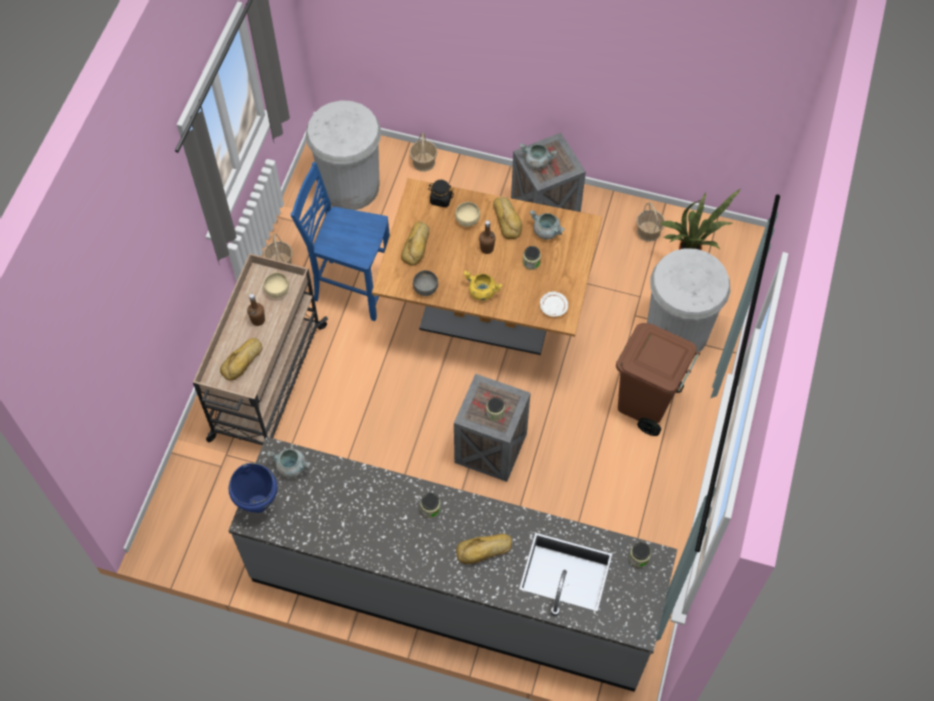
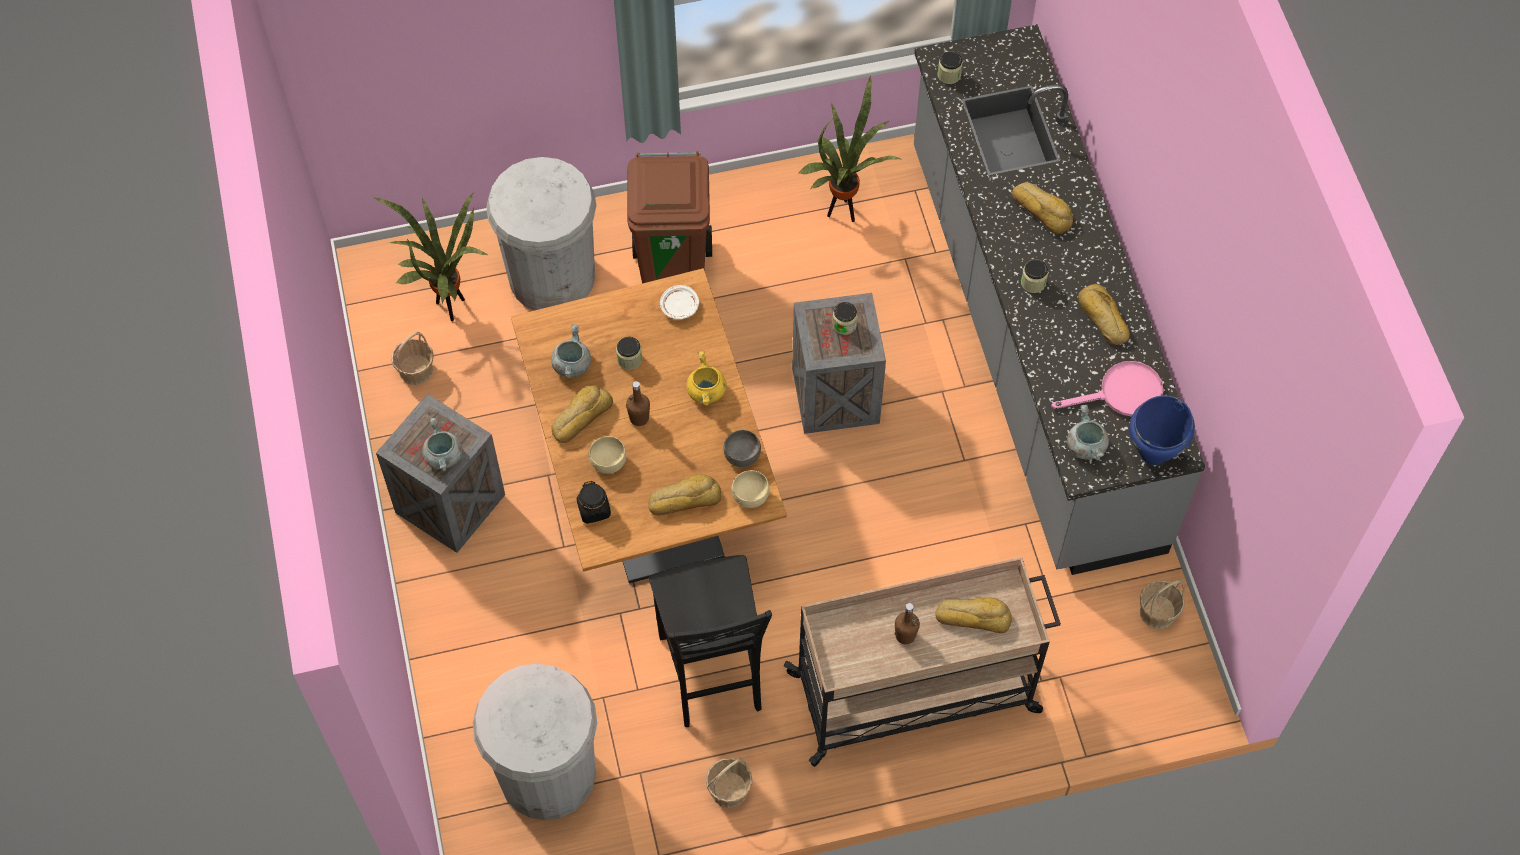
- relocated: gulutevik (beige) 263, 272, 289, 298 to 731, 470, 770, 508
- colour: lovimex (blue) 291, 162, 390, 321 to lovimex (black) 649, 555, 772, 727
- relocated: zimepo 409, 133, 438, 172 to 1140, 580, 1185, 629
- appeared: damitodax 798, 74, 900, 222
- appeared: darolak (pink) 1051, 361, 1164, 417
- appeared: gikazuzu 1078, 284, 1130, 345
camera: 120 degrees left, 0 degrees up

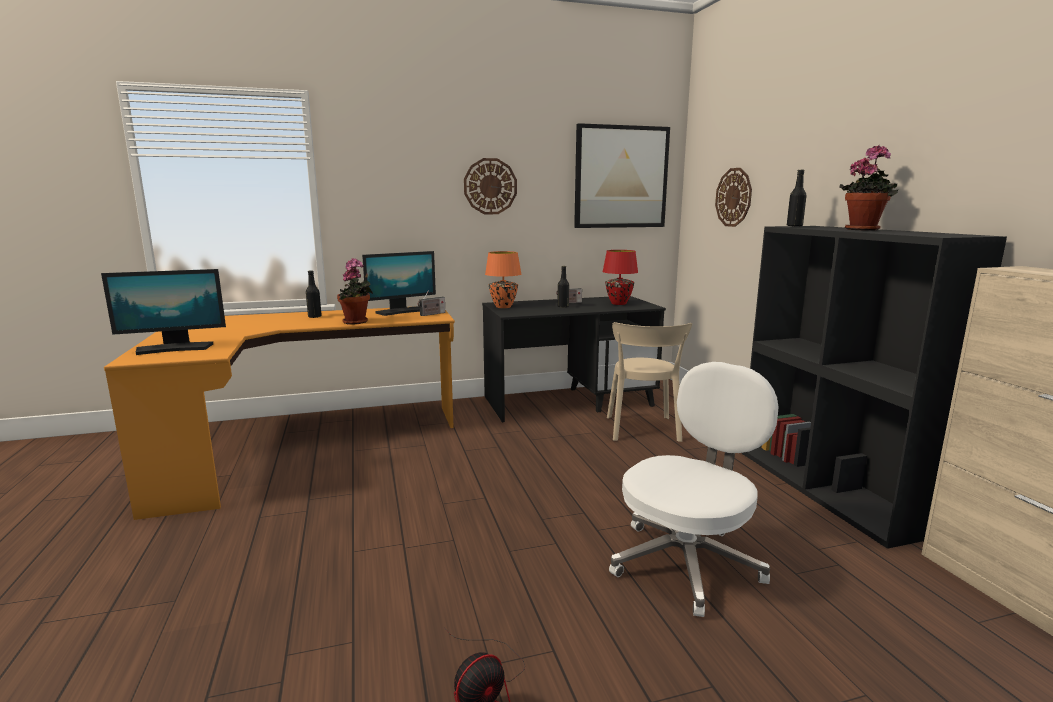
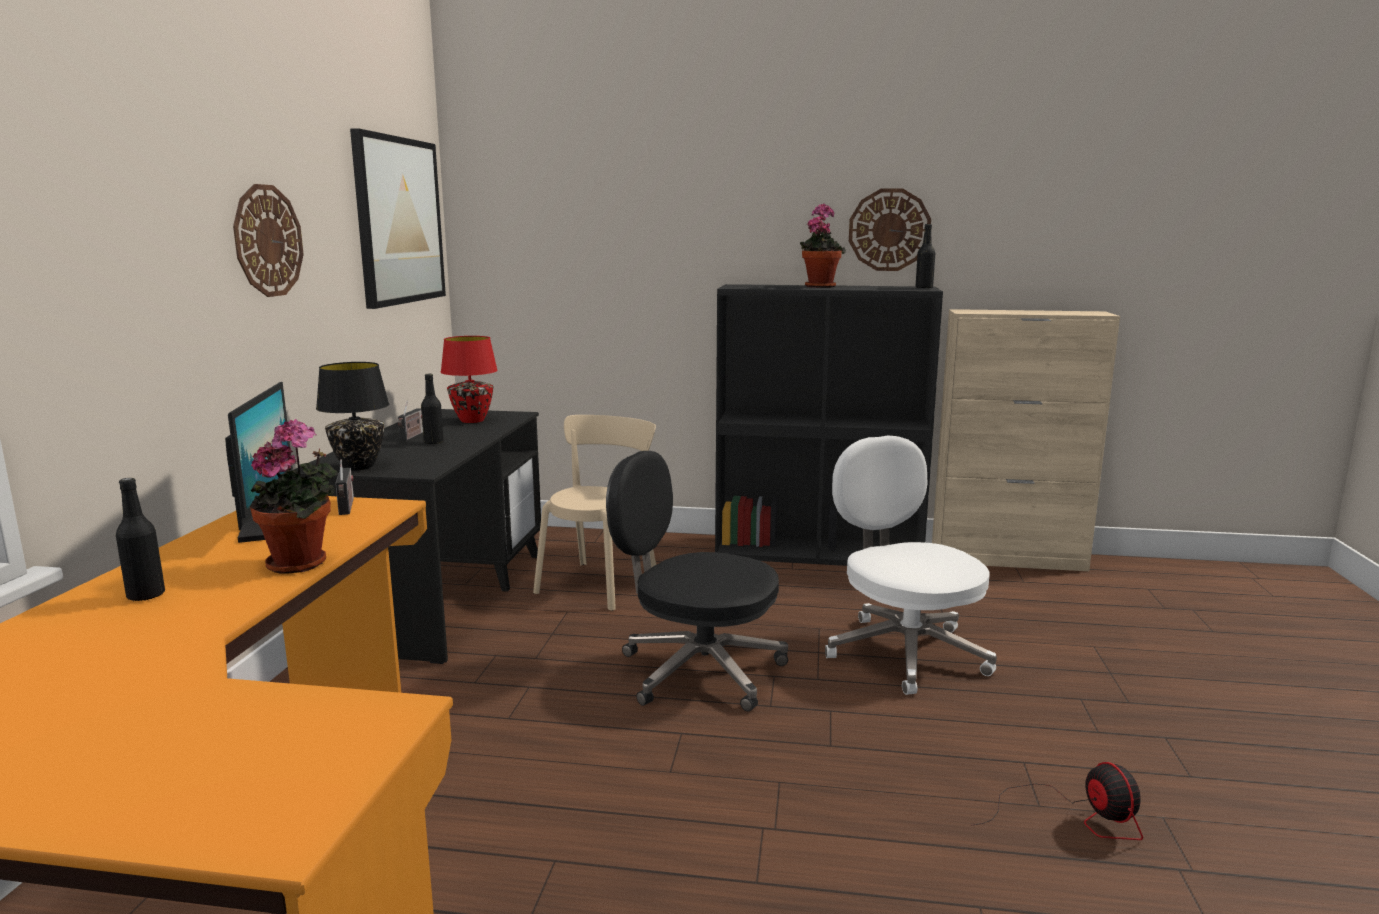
- missing: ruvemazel 101, 269, 226, 355
- colour: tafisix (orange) 485, 251, 521, 308 to tafisix (black) 316, 362, 389, 470
- spun: lovimex (beige) 607, 322, 692, 442 = 533, 415, 656, 611 90 degrees counterclockwise
- relocated: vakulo 715, 168, 752, 227 to 849, 188, 931, 271
- relocated: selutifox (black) 787, 170, 807, 226 to 916, 224, 935, 288
- appeared: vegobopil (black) 606, 451, 788, 712
camera: 65 degrees left, 0 degrees up

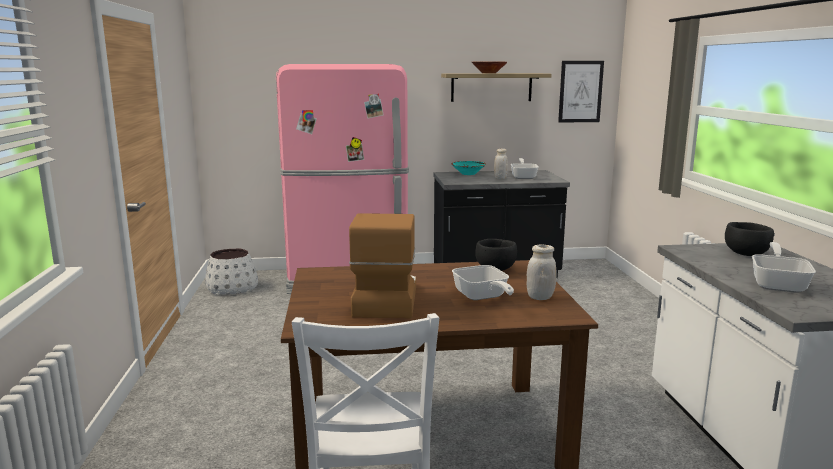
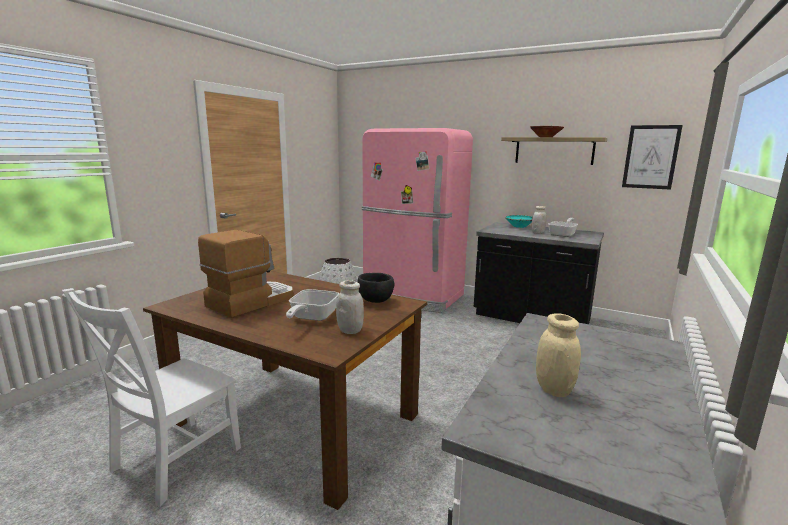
- missing: gulutevik (black) 725, 222, 774, 256
- exchanged: darolak 752, 242, 816, 293 to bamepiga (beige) 536, 313, 581, 397
camera: 35 degrees right, 0 degrees up

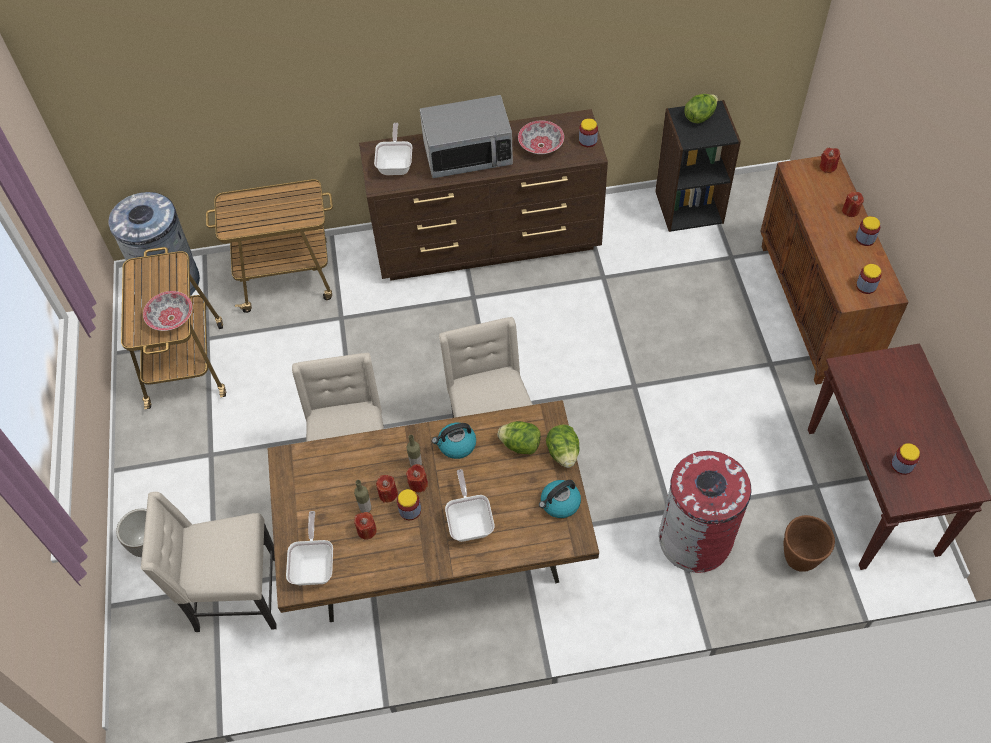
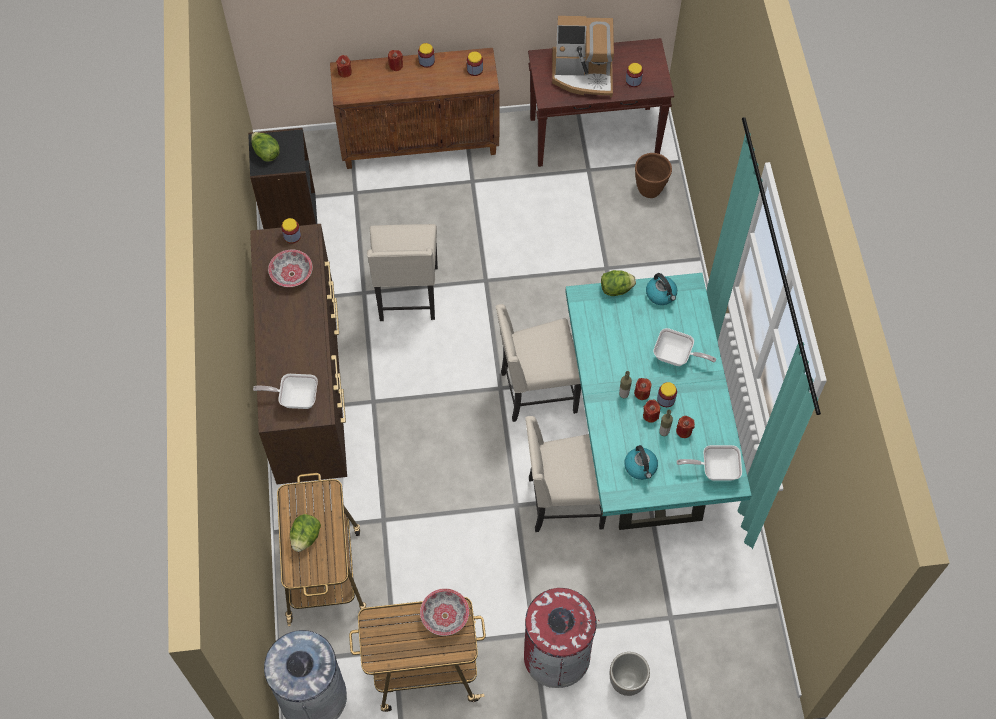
- relocated: lovimex (beige) 141, 492, 277, 632 to 367, 224, 438, 321
- colour: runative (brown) 268, 400, 599, 622 to runative (turquoise) 565, 273, 752, 530
- missing: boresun 420, 95, 513, 178
- relocated: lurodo 432, 423, 476, 459 to 624, 445, 658, 480
- spun: darolak 445, 469, 494, 542 = 653, 328, 716, 366 150 degrees counterclockwise
- relocated: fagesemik 497, 421, 541, 455 to 290, 514, 321, 552
- relocated: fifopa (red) 659, 451, 752, 573 to 524, 588, 599, 688
- appeared: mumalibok 552, 16, 614, 97
camera: 90 degrees left, 5 degrees up

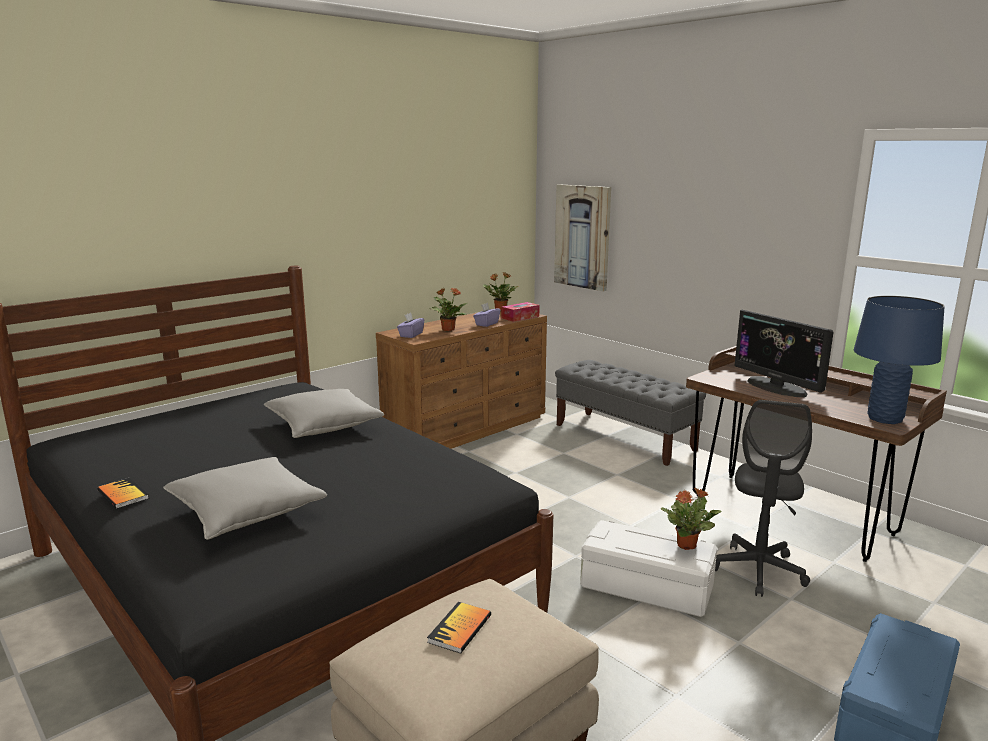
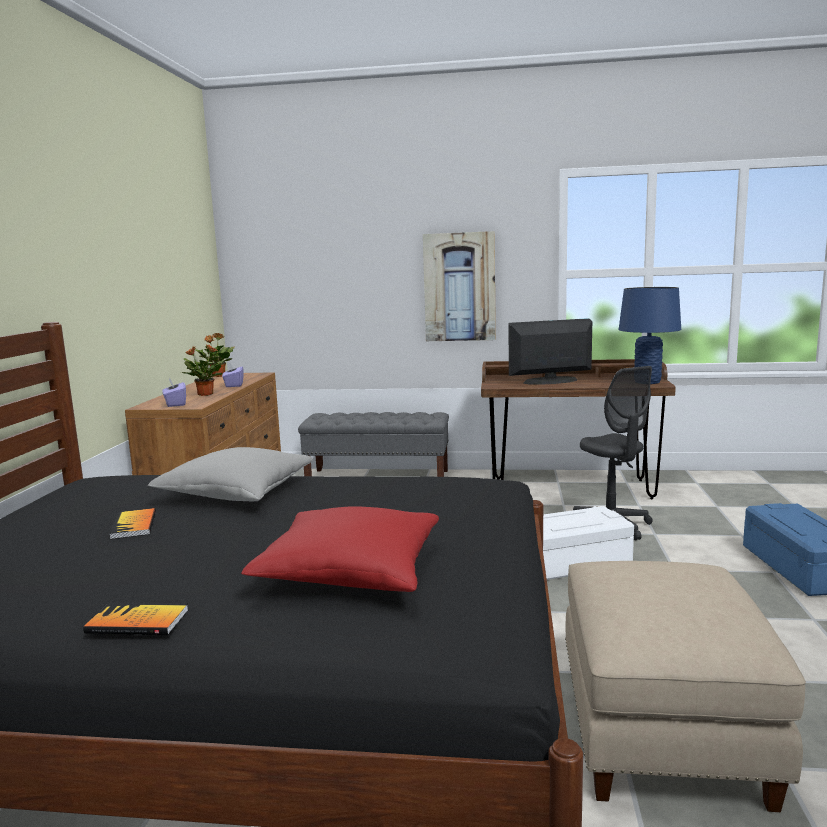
- colour: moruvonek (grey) 163, 457, 327, 540 to moruvonek (red) 241, 506, 439, 592
- relocated: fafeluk 427, 602, 491, 654 to 109, 508, 156, 539
- missing: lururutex 501, 302, 540, 322
- relocated: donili 554, 184, 611, 291 to 423, 231, 496, 341
- missing: damitodax 661, 487, 722, 550
- spun: ruvemazel 734, 310, 834, 397 = 509, 318, 592, 385 150 degrees clockwise
camera: 40 degrees left, 5 degrees down

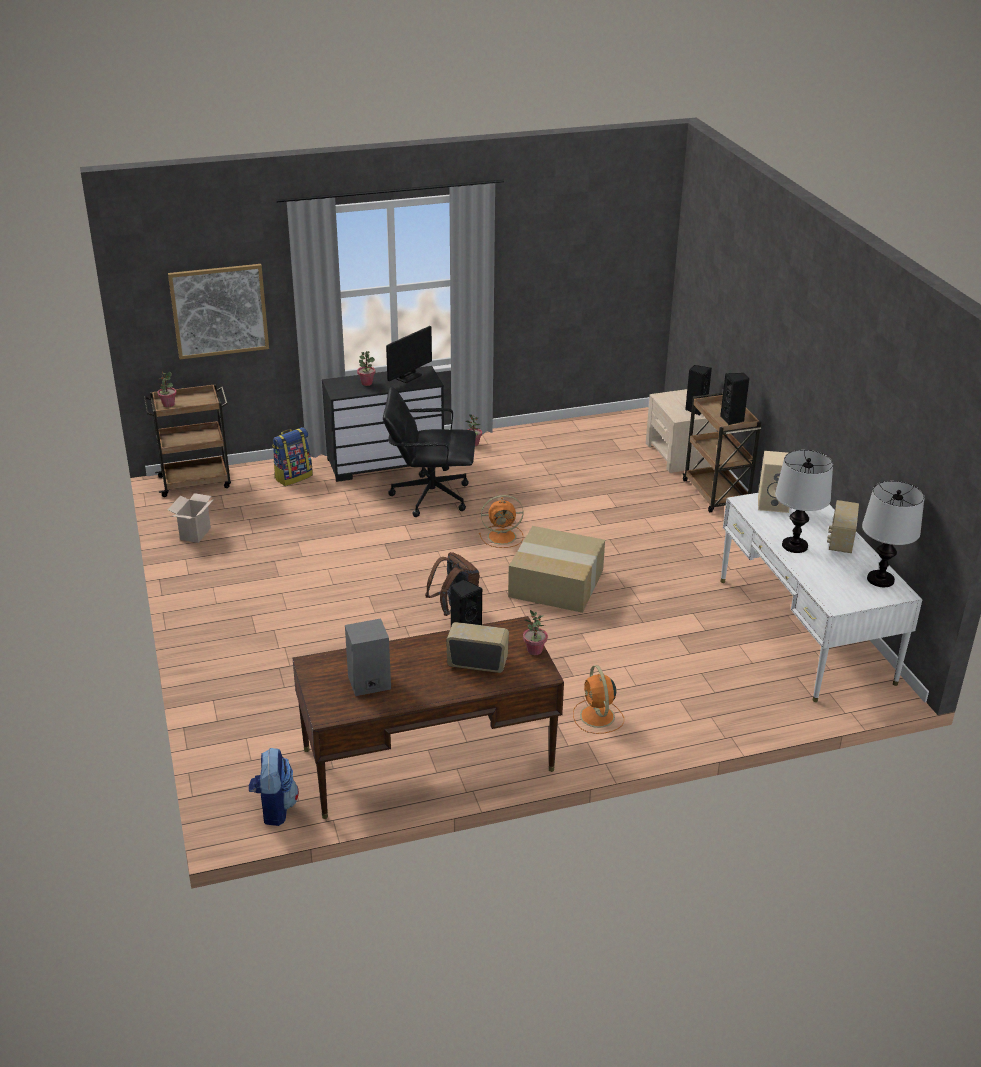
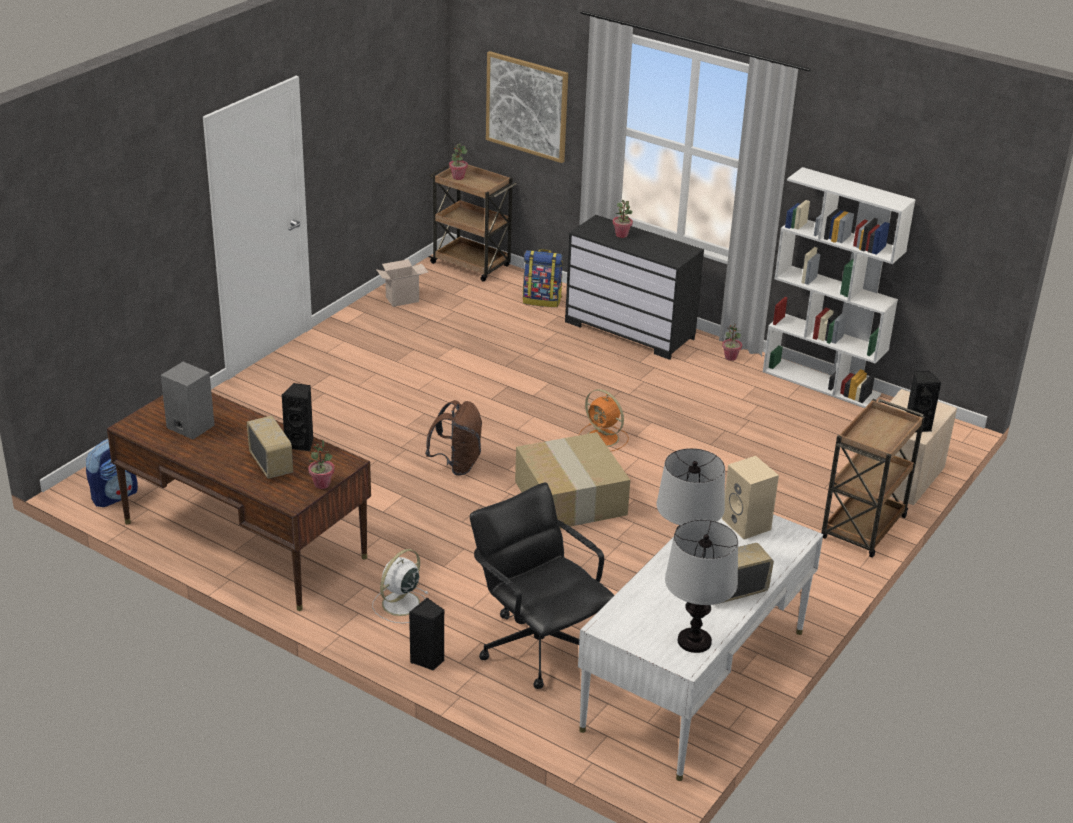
- relocated: vegobopil (black) 383, 387, 476, 517 to 470, 483, 615, 689
- missing: ruvemazel 386, 326, 432, 383
- colour: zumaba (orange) 573, 665, 624, 734 to zumaba (white) 372, 549, 428, 623
- relocated: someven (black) 720, 373, 750, 425 to 409, 597, 444, 671
- appeared: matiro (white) 763, 167, 916, 408
camera: 50 degrees right, 0 degrees up

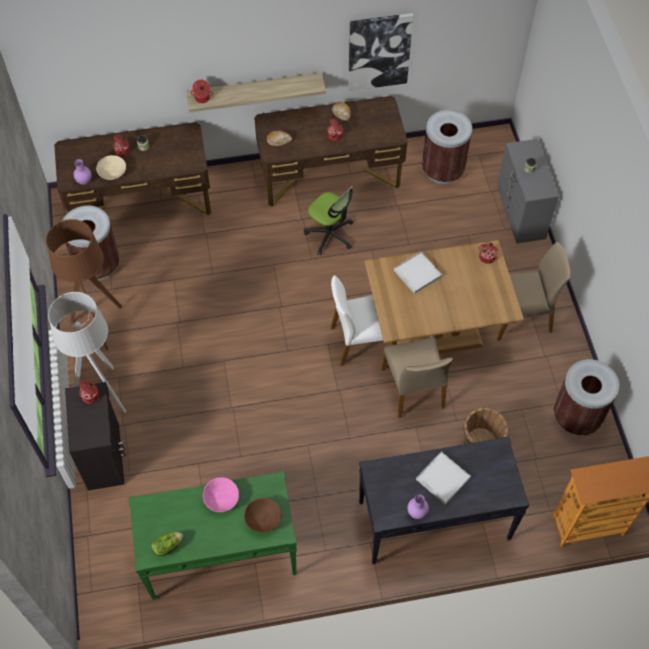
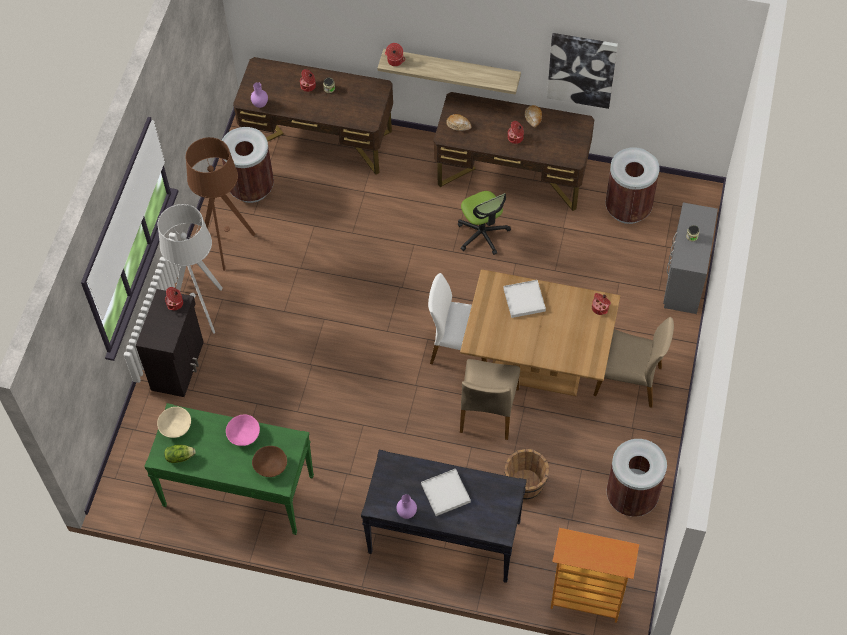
- relocated: gulutevik (beige) 96, 155, 126, 180 to 157, 407, 191, 438
camera: 25 degrees right, 0 degrees up

